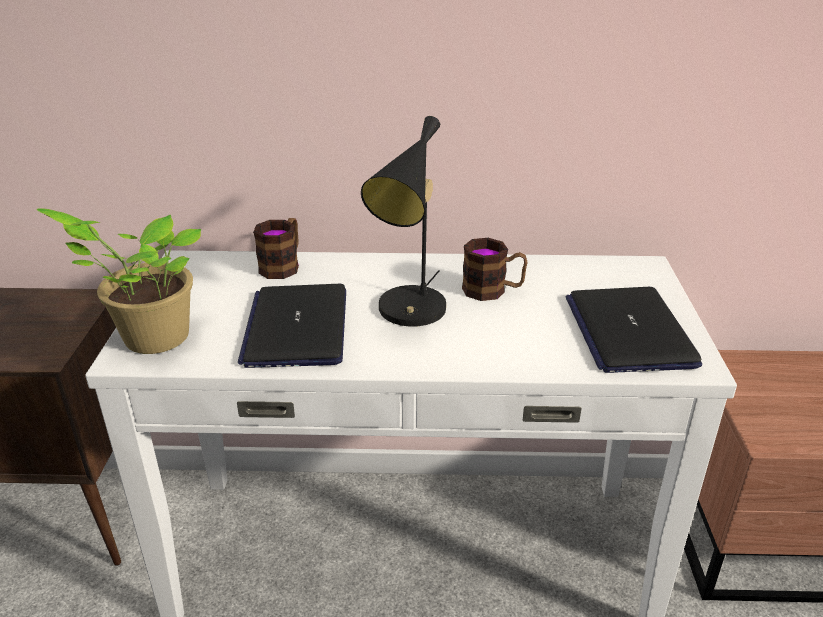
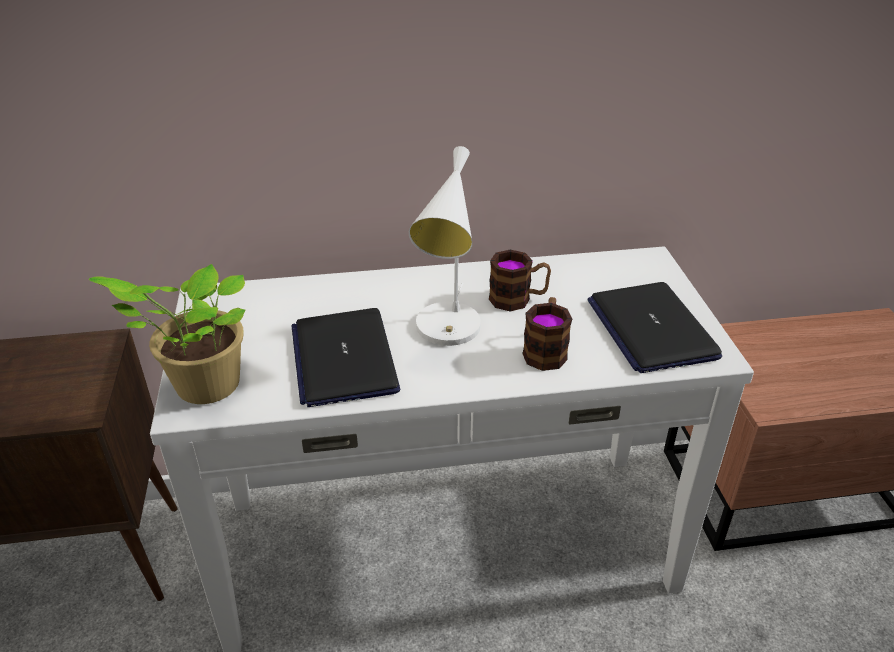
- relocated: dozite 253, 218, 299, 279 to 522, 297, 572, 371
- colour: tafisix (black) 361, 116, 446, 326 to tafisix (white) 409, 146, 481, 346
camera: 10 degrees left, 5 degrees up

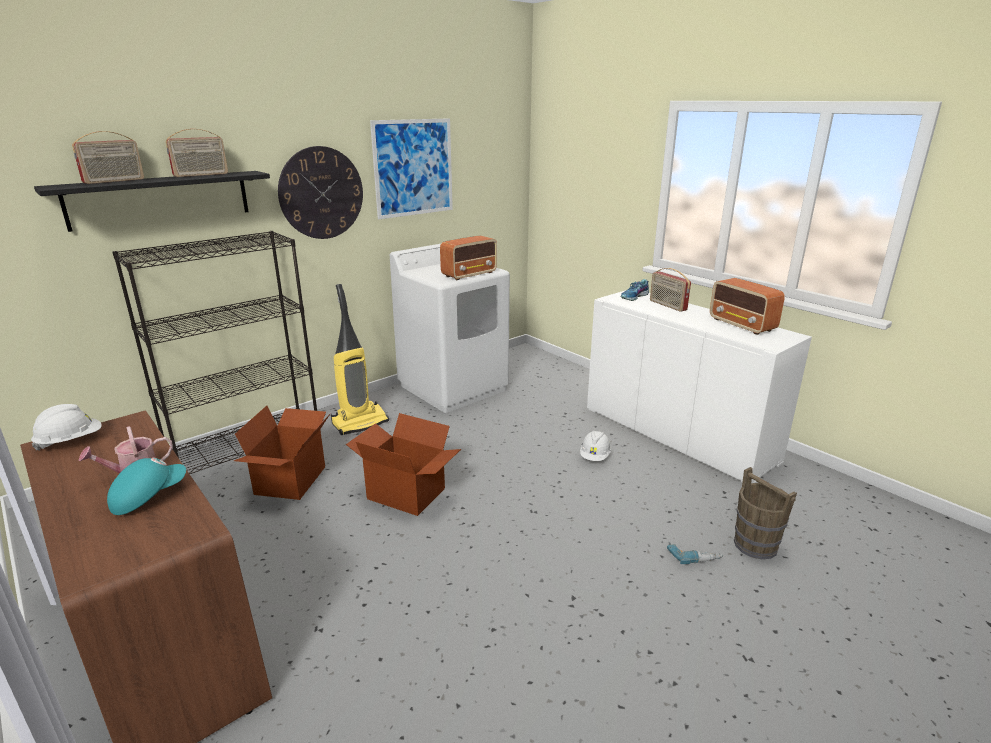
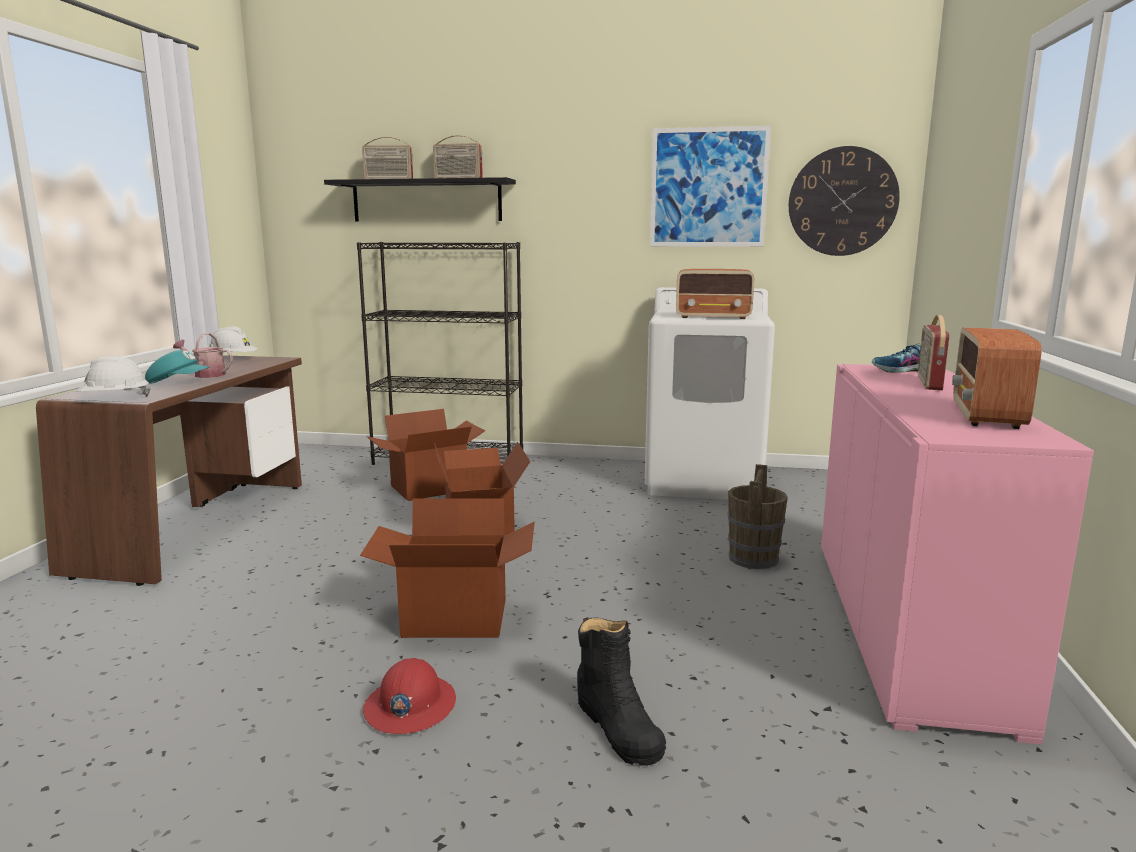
- relocated: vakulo 278, 146, 363, 239 to 789, 146, 900, 256
- missing: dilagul 331, 284, 389, 435
- relocated: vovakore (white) 580, 431, 611, 461 to 76, 356, 151, 397
- colour: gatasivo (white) 587, 290, 812, 483 to gatasivo (pink) 821, 364, 1094, 745
- exchanged: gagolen 667, 542, 723, 564 to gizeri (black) 577, 617, 666, 766
- relocated: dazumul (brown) 734, 467, 797, 559 to 728, 464, 788, 569
- appeared: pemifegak 360, 499, 535, 638
- appeared: vovakore (red) 363, 658, 456, 734
camera: 50 degrees right, 10 degrees down

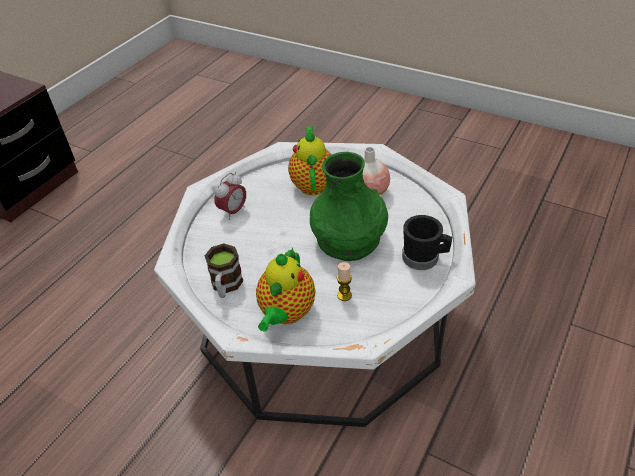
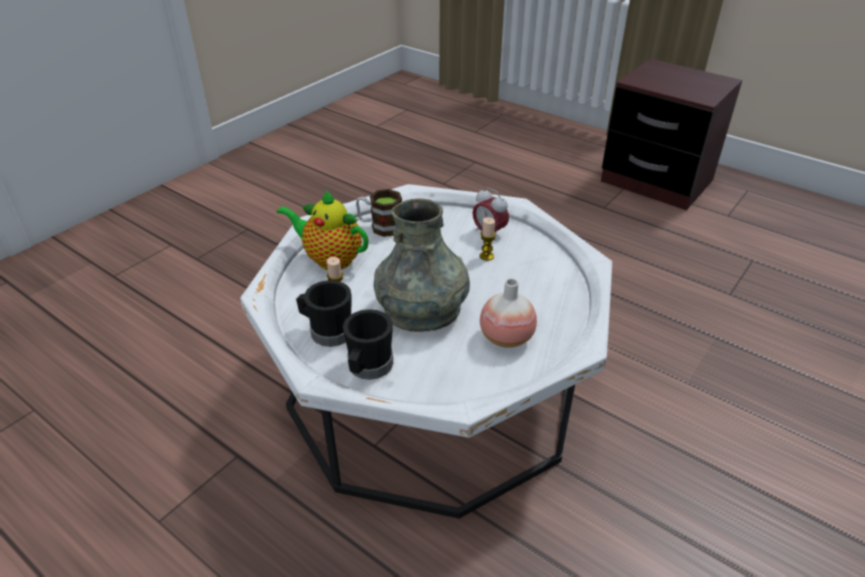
- missing: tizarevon 288, 126, 332, 195
- colour: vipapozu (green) 310, 152, 388, 261 to vipapozu (grey) 374, 198, 470, 332
- appeared: dozite (black) 296, 280, 351, 347
- appeared: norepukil 480, 217, 496, 261
camera: 95 degrees right, 5 degrees down

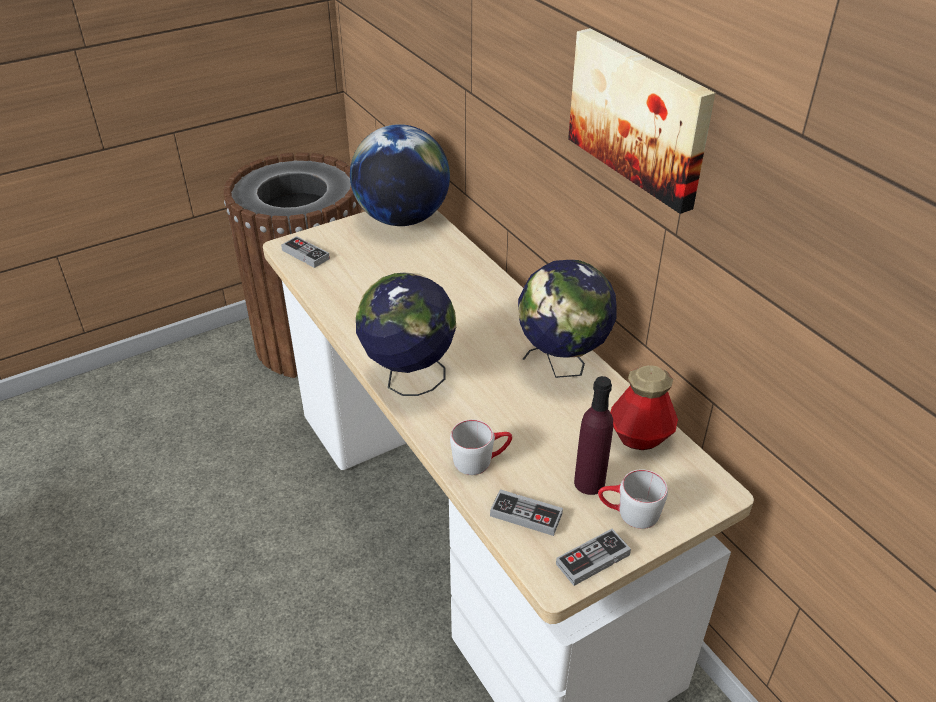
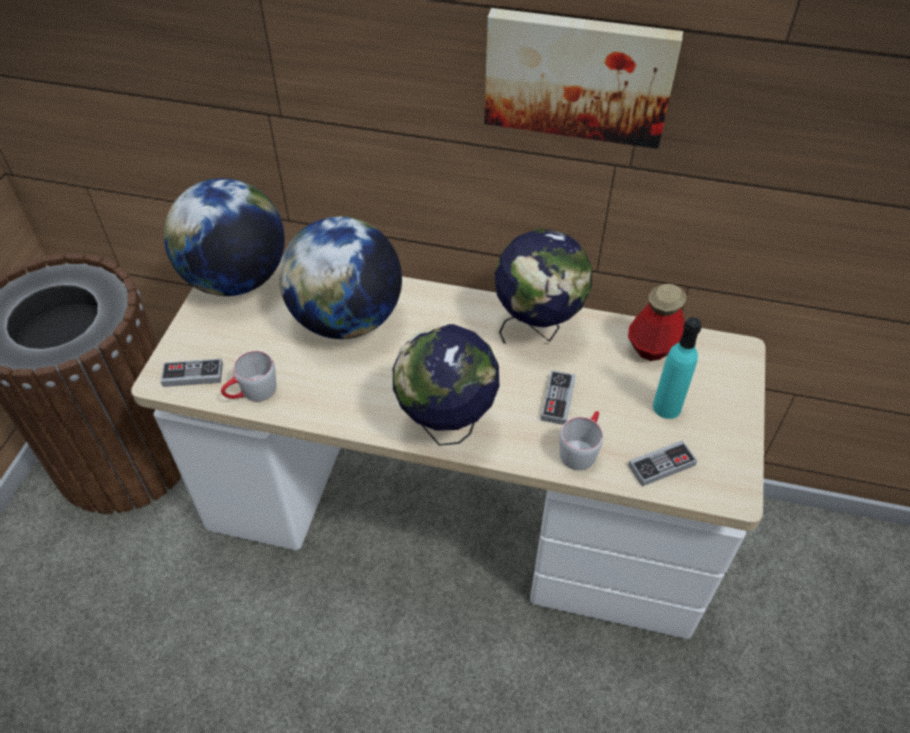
- relocated: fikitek 556, 529, 631, 586 to 541, 370, 576, 425
- colour: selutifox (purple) 574, 376, 613, 495 to selutifox (turquoise) 653, 317, 702, 419
- relocated: dozite (grey) 598, 469, 668, 529 to 221, 351, 277, 401
- appeared: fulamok 279, 217, 402, 339
camera: 45 degrees left, 10 degrees up

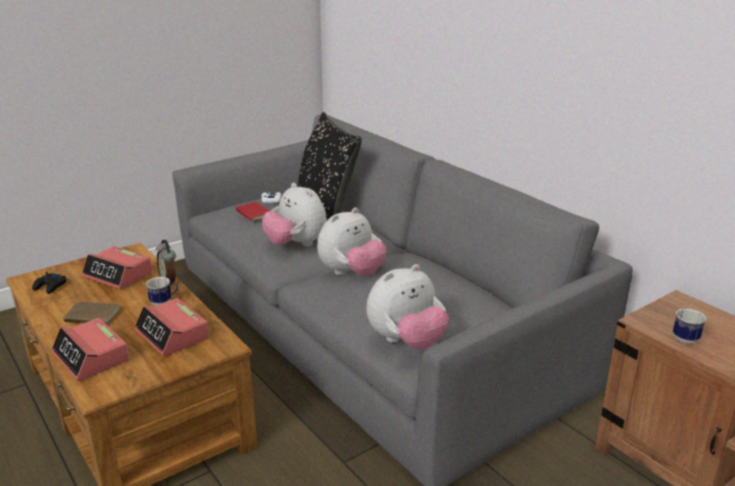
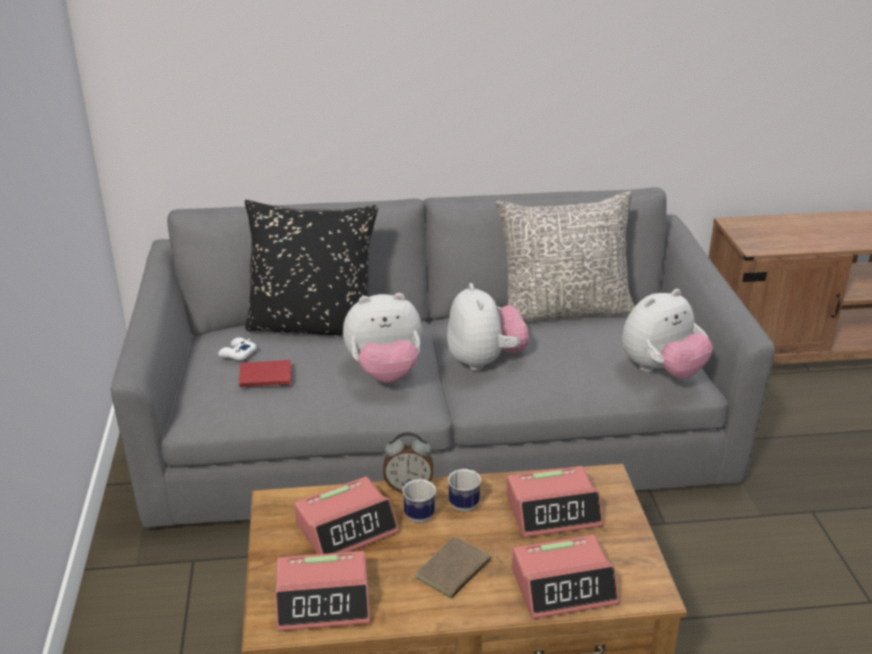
- exchanged: fikitek (black) 32, 272, 67, 294 to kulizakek 275, 551, 370, 632
- spun: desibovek 367, 264, 449, 350 = 622, 289, 713, 379 60 degrees clockwise
- relocated: dozite 673, 308, 706, 344 to 402, 479, 436, 523
- appeared: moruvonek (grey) 495, 191, 635, 324
camera: 60 degrees left, 5 degrees up

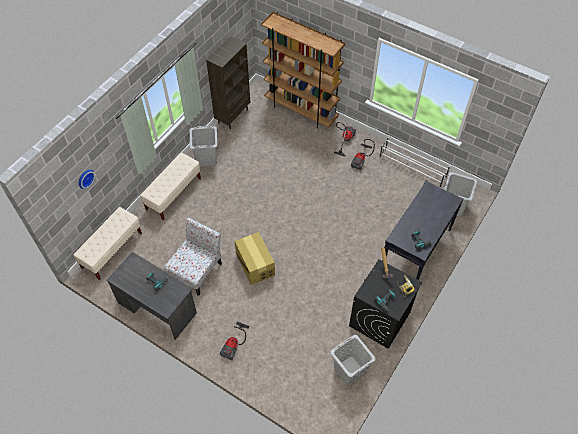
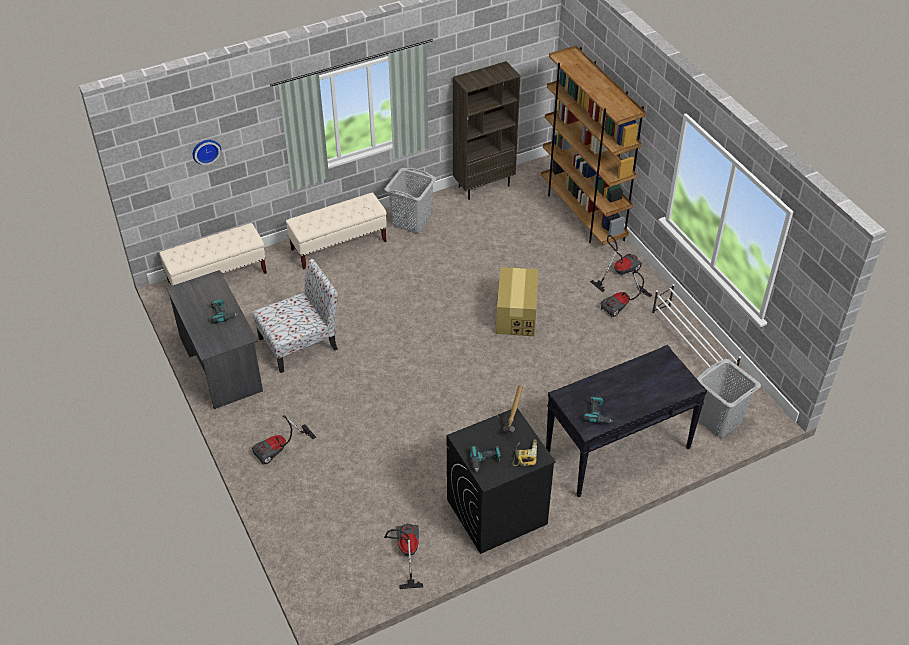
- relocated: pemifegak 234, 232, 275, 285 to 496, 267, 539, 336
- exchanged: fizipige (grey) 331, 335, 376, 386 to dilagul 384, 524, 423, 589
camera: 30 degrees right, 10 degrees down

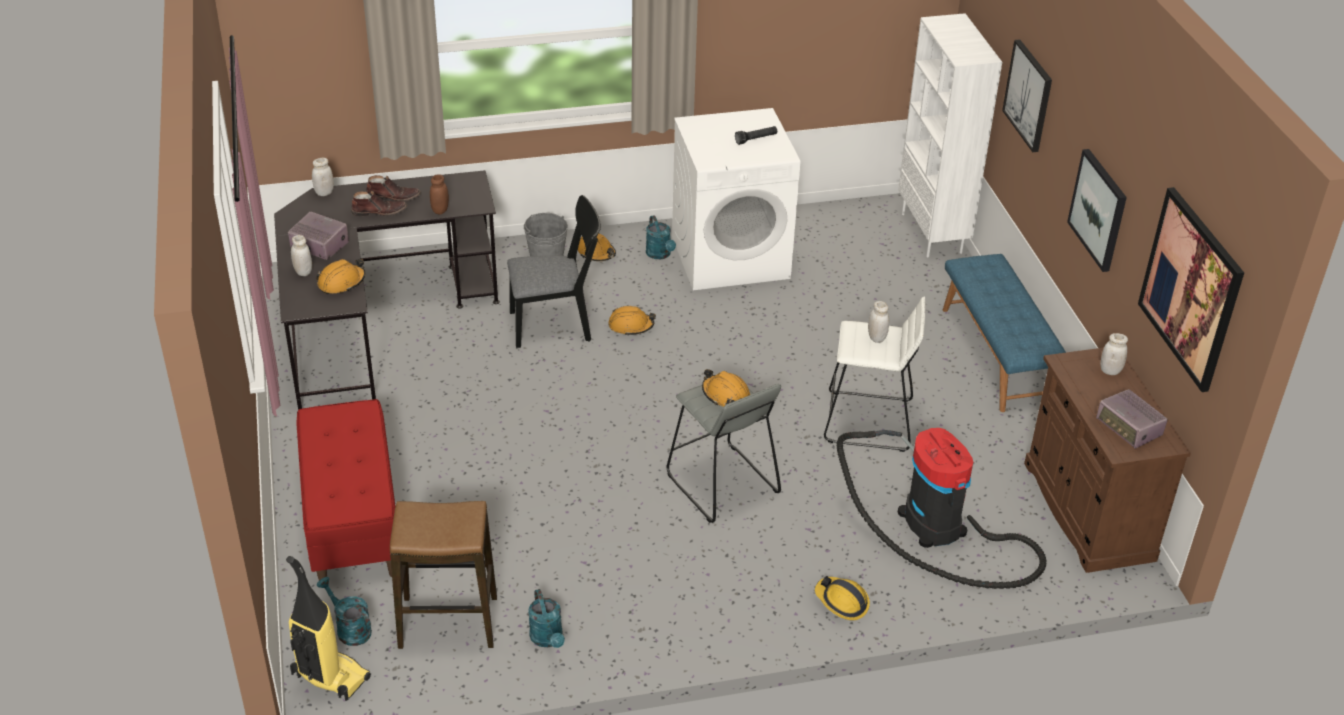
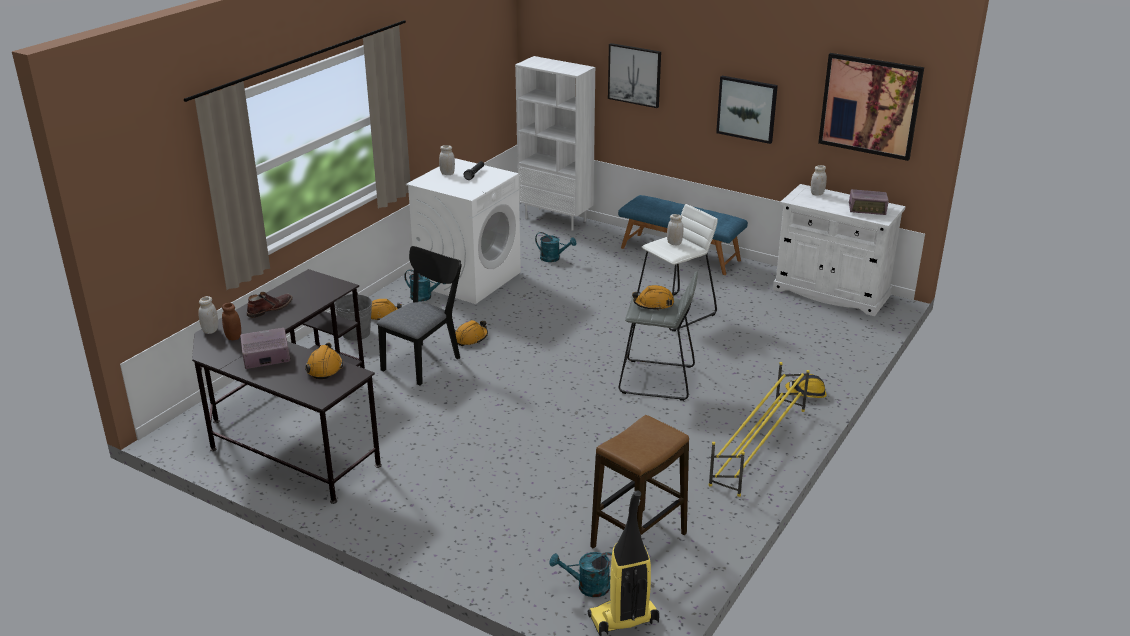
- relocated: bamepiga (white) 291, 235, 312, 276 to 439, 145, 455, 175
- missing: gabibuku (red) 297, 399, 395, 580
- missing: gizeri (brown) 351, 191, 407, 216
- relocated: bamepiga (brown) 430, 174, 449, 215 to 222, 303, 241, 340
- relocated: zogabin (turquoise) 528, 589, 565, 648 to 535, 232, 576, 262
- missing: dilagul 837, 428, 1047, 589
- colour: gatasivo (brown) 1024, 348, 1191, 573 to gatasivo (white) 773, 184, 906, 316
- appeared: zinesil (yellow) 709, 362, 810, 497
camera: 45 degrees left, 10 degrees down

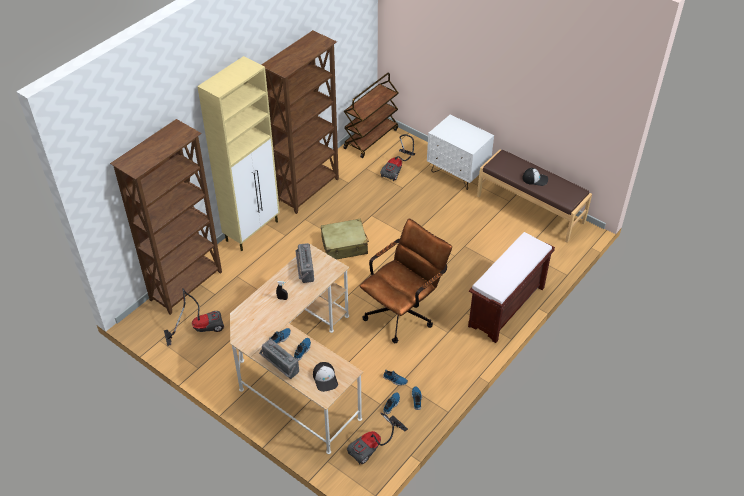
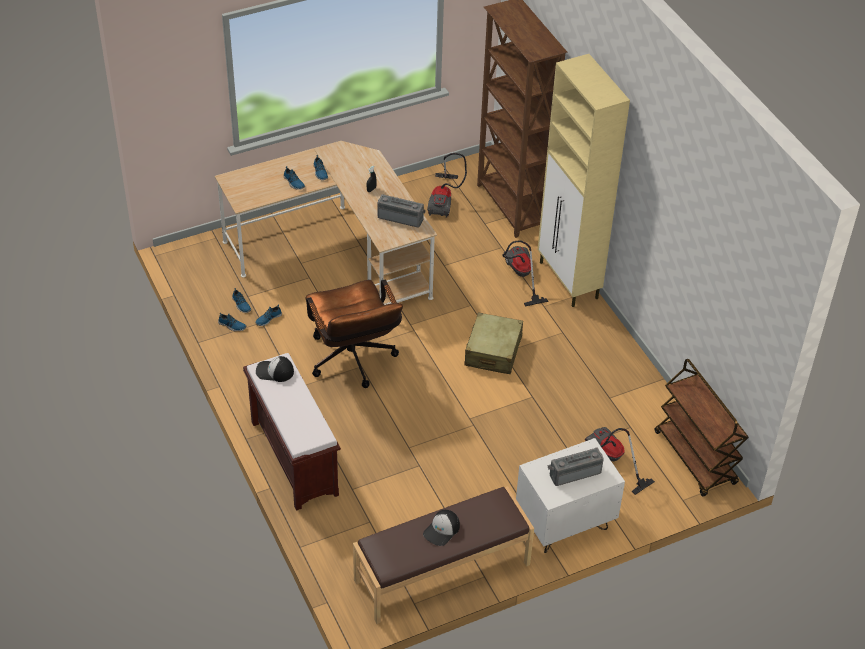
- relocated: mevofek 259, 339, 299, 379 to 547, 447, 604, 486
- missing: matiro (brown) 262, 30, 339, 214
- relocated: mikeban 313, 362, 338, 392 to 256, 356, 294, 382
- relocated: dilagul 347, 412, 408, 464 to 502, 240, 549, 307
camera: 115 degrees right, 0 degrees up

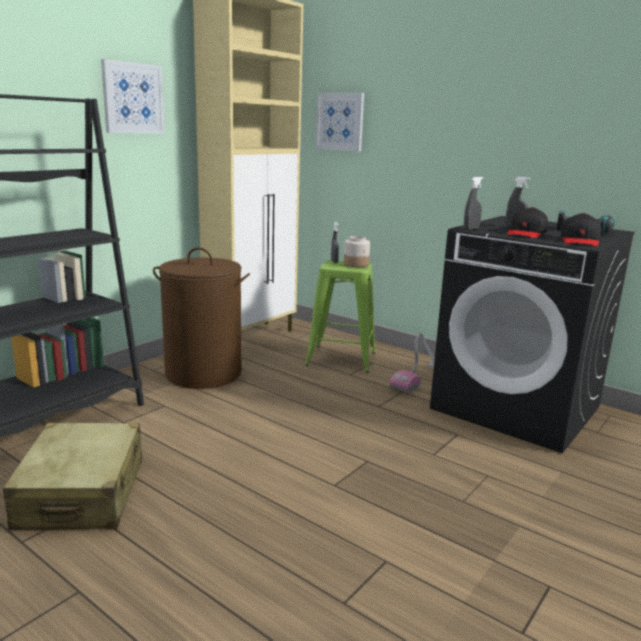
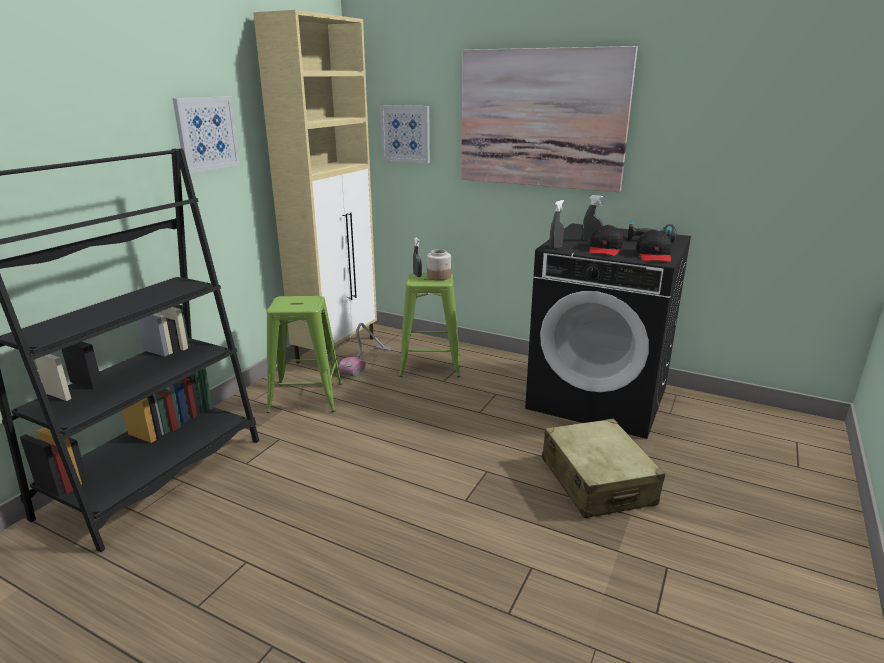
- relocated: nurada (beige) 3, 423, 142, 530 to 542, 419, 665, 519
- exchanged: fizipige (brown) 153, 247, 250, 389 to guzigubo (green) 266, 296, 342, 413
- relocated: dilagul 390, 333, 435, 394 to 338, 323, 392, 377
- appeared: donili 461, 46, 638, 192
camera: 10 degrees left, 5 degrees up

